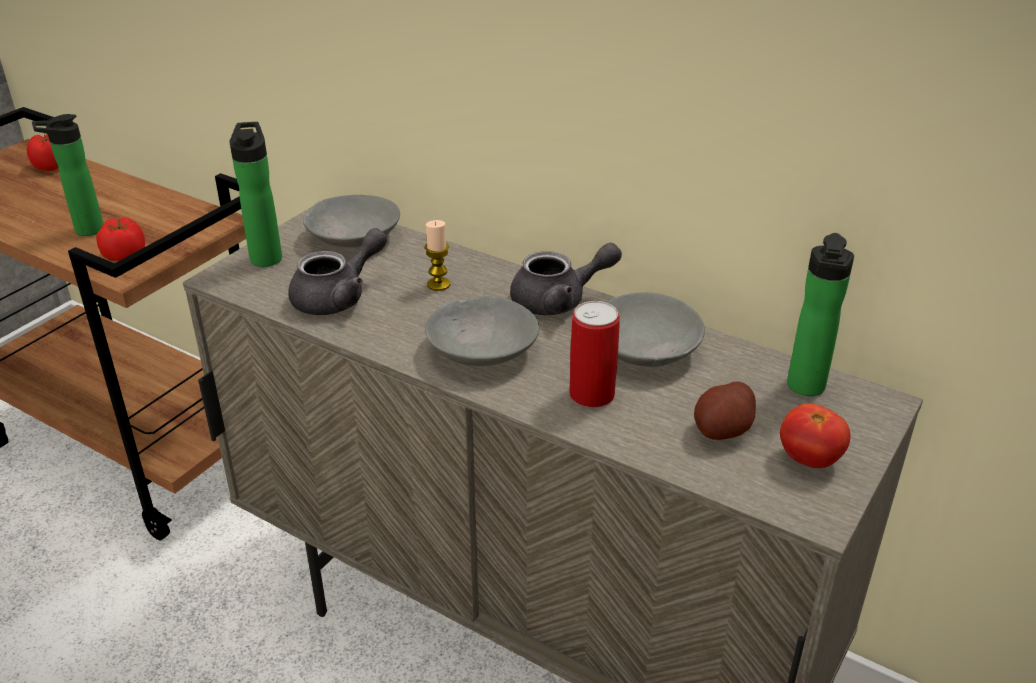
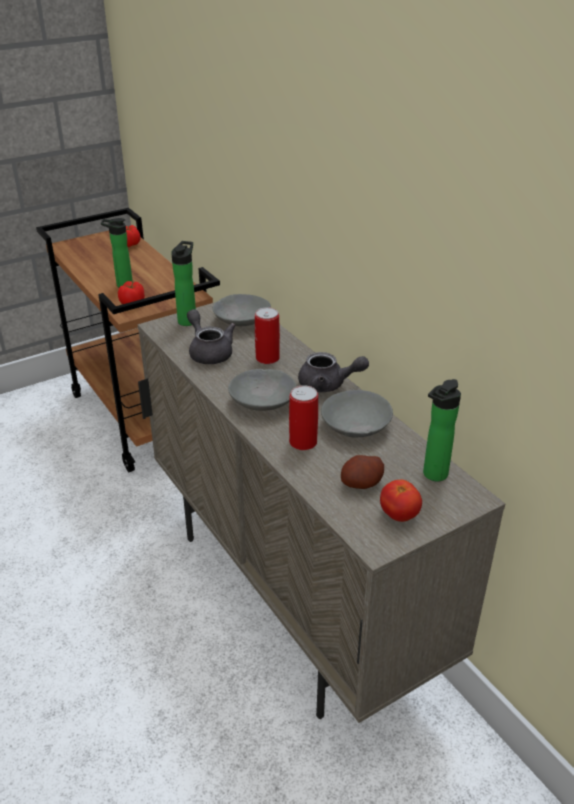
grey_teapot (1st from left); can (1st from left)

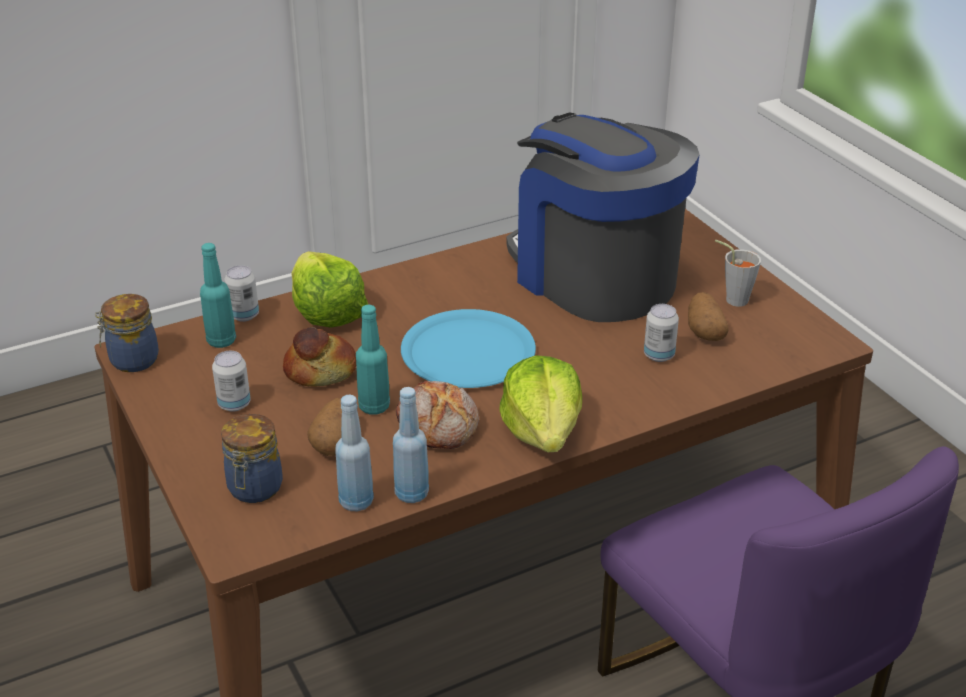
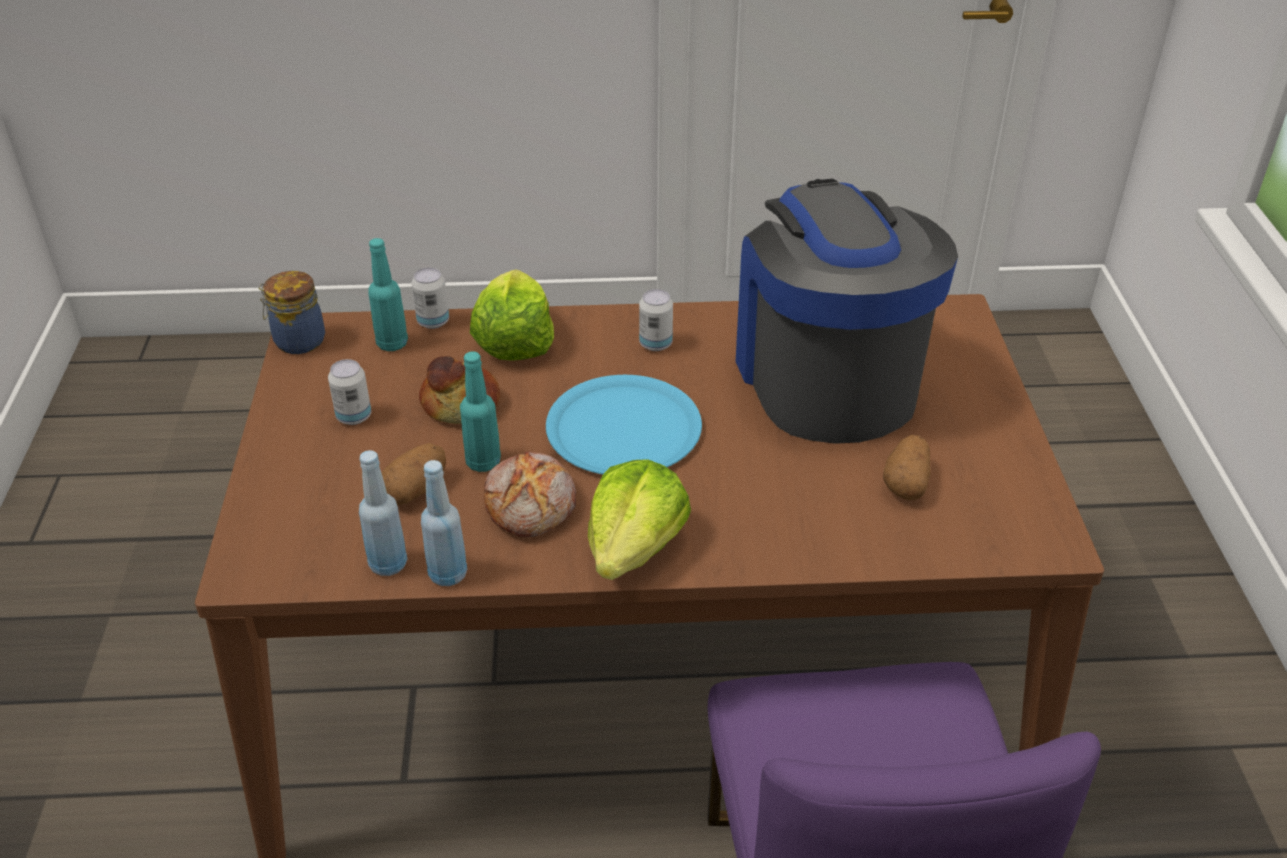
jar (2nd from left in the first image); can (3rd from left); grey_cup

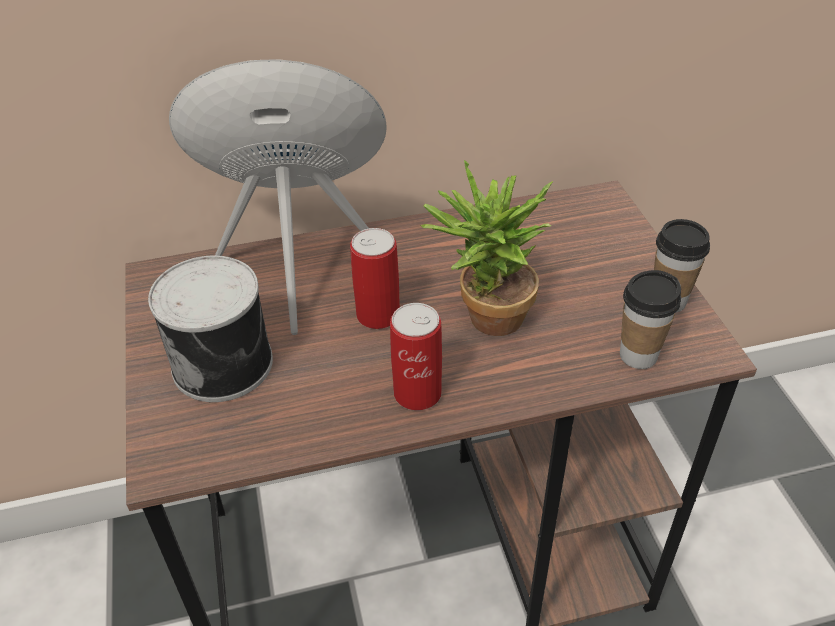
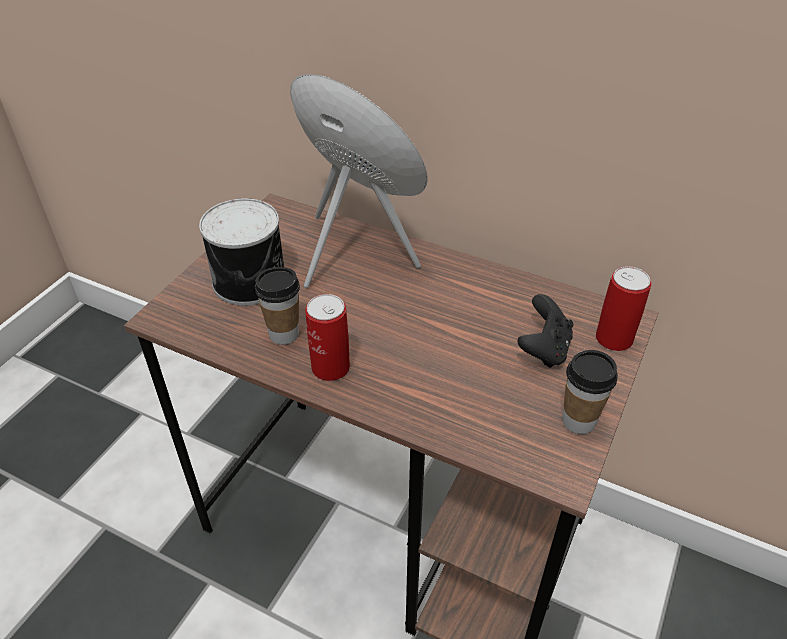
can (3rd from left); potted_plant; cup (1st from left); black_game_controller

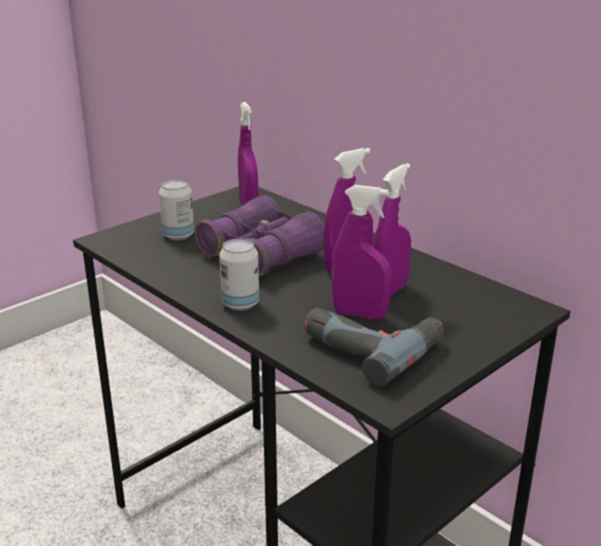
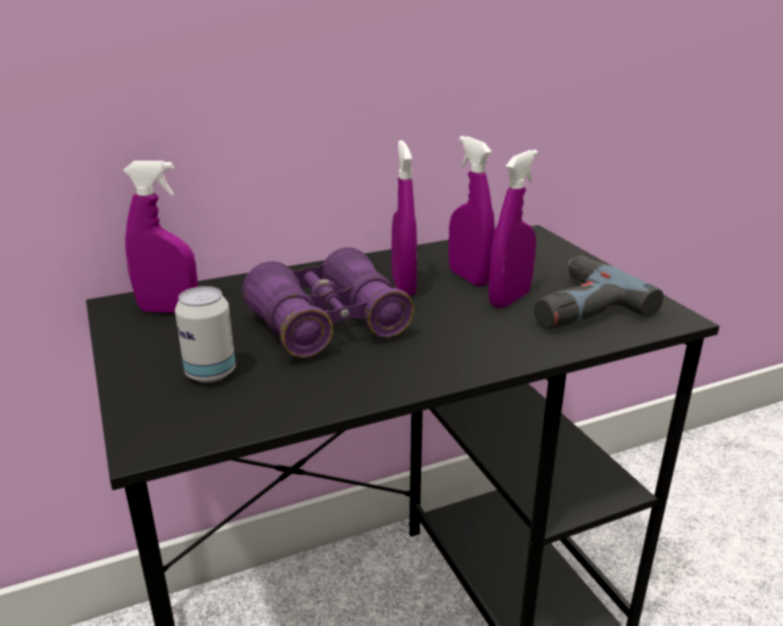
can (2nd from left in the first image)

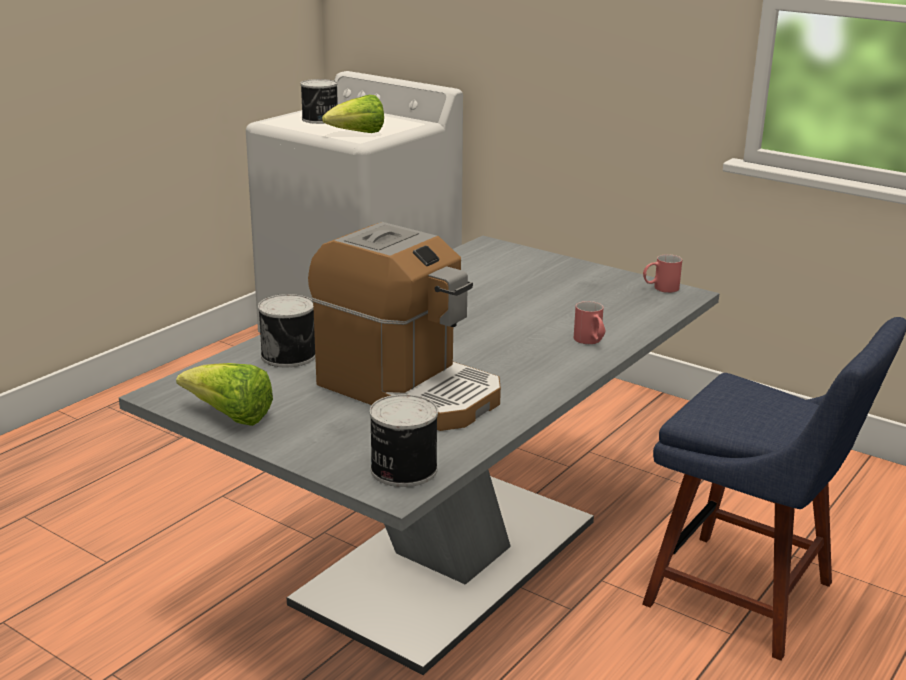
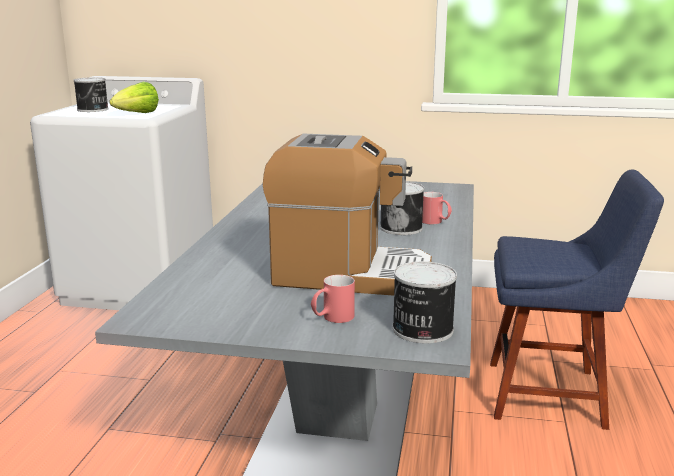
lettuce (1st from left in the first image); can (2nd from left); red_mug (1st from left)

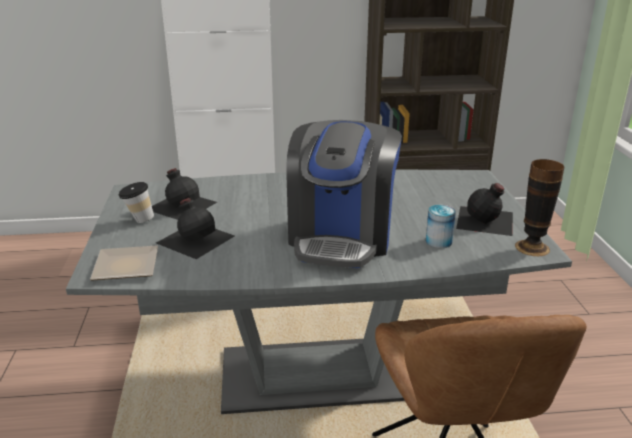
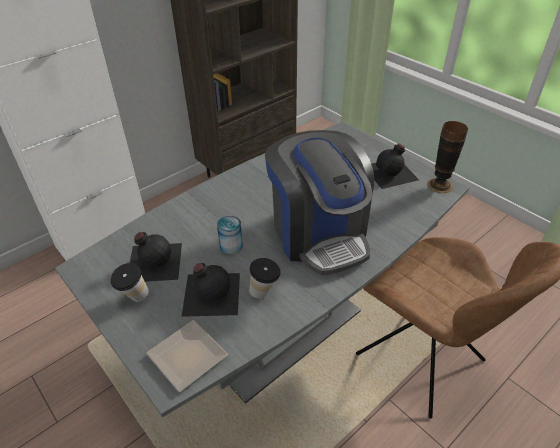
can; cup (2nd from left)

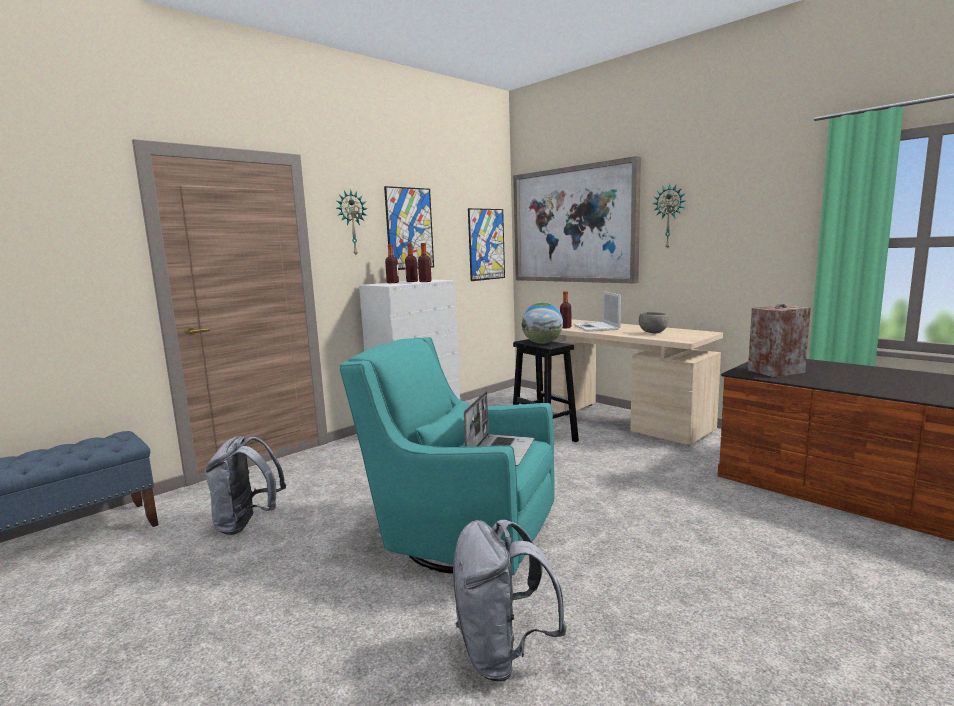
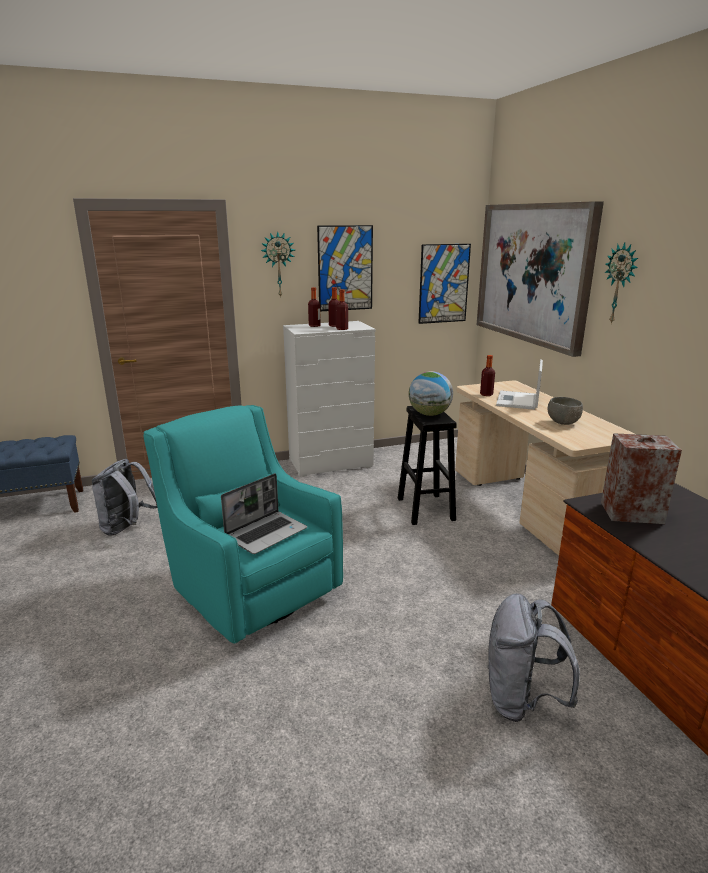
grey_backpack (2nd from left)

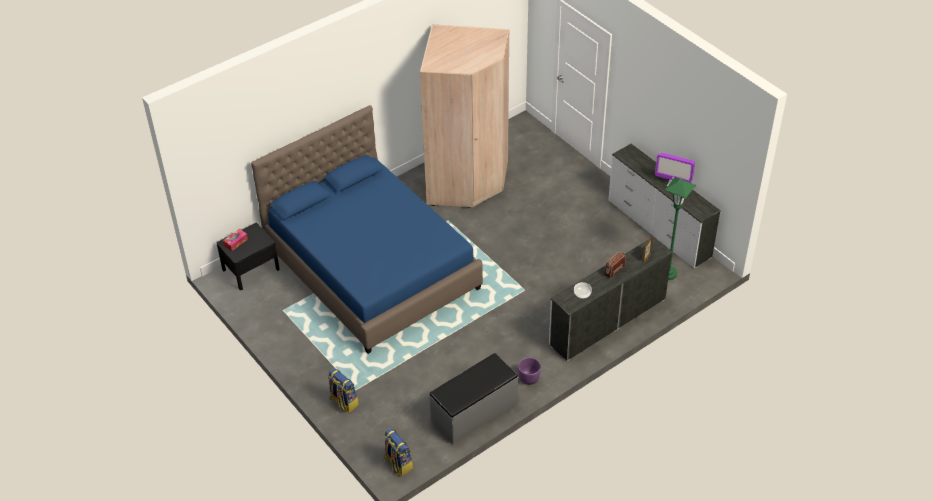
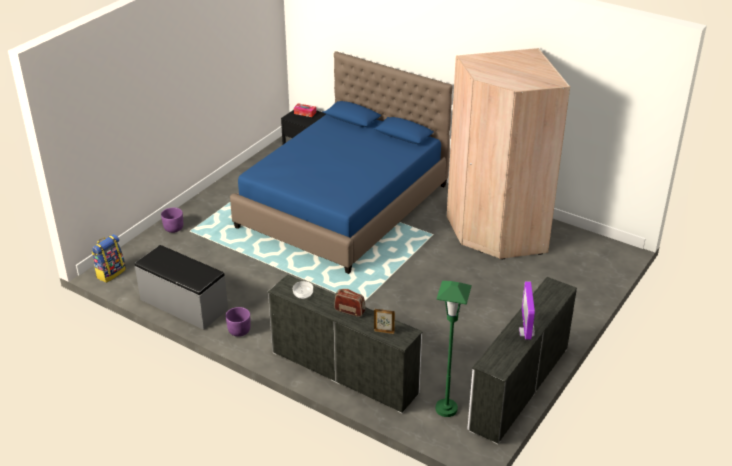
purple_planter (1st from left)

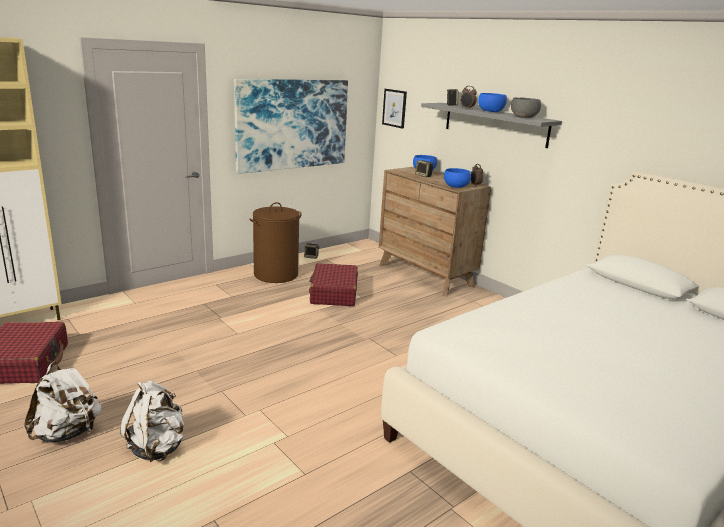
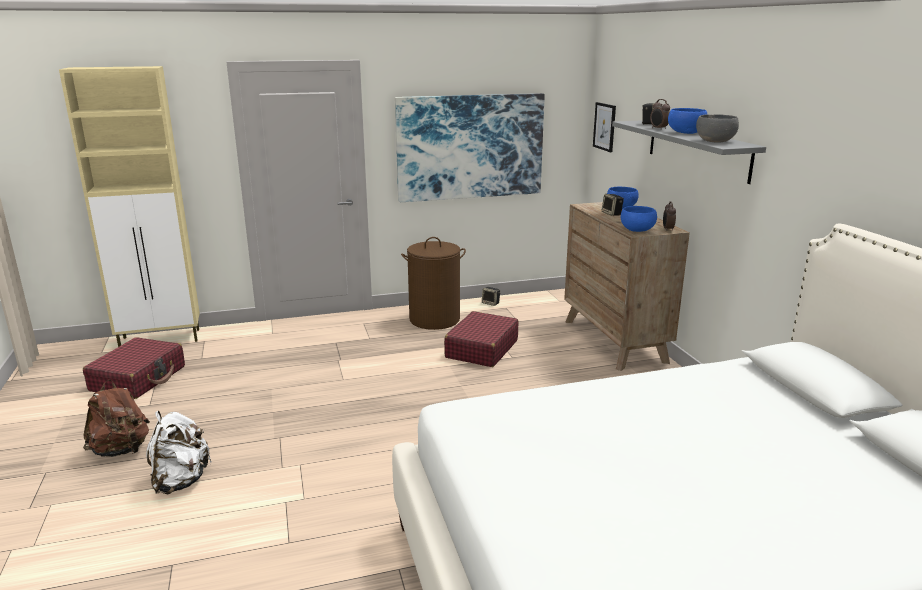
brown_backpack

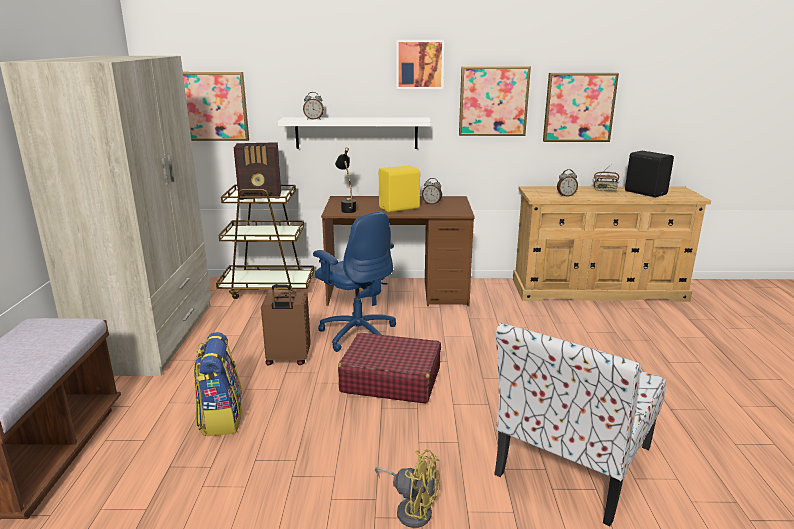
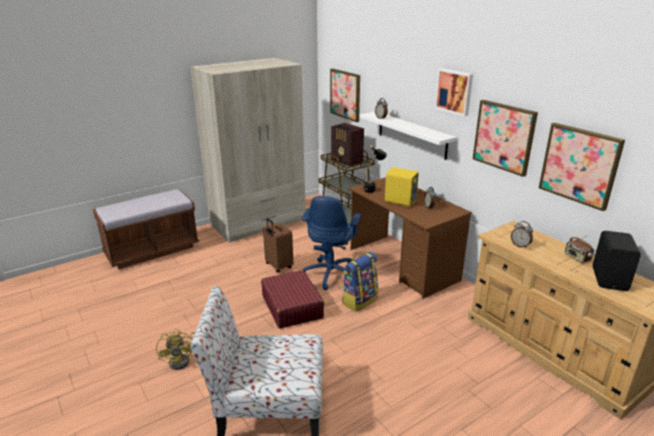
backpack

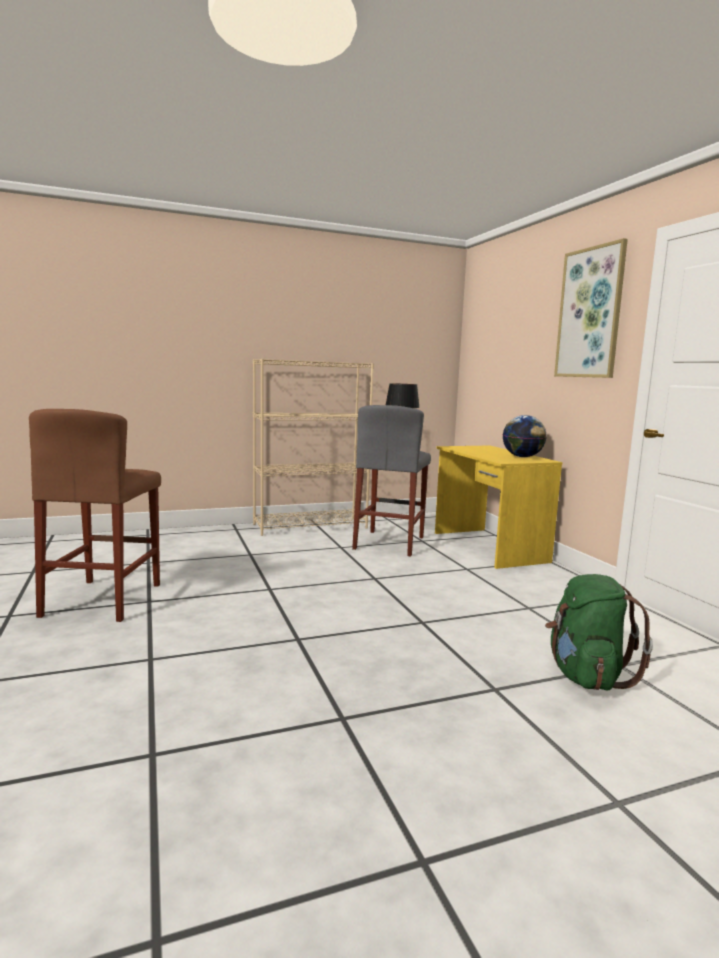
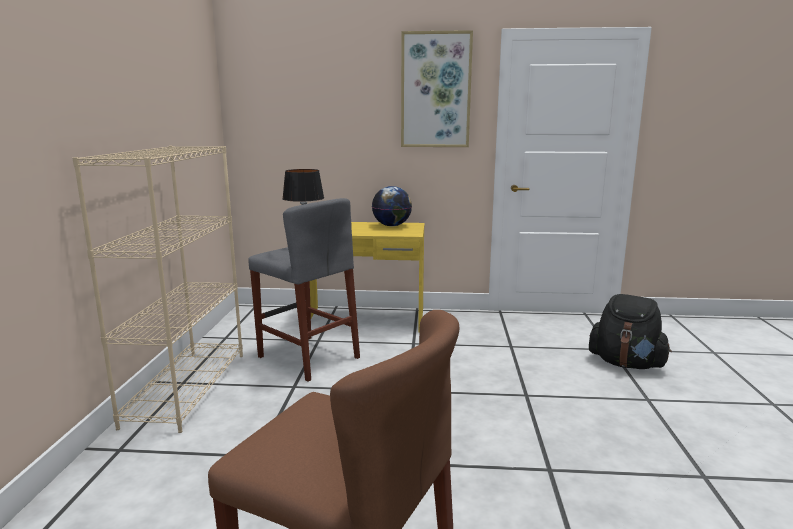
black_backpack

